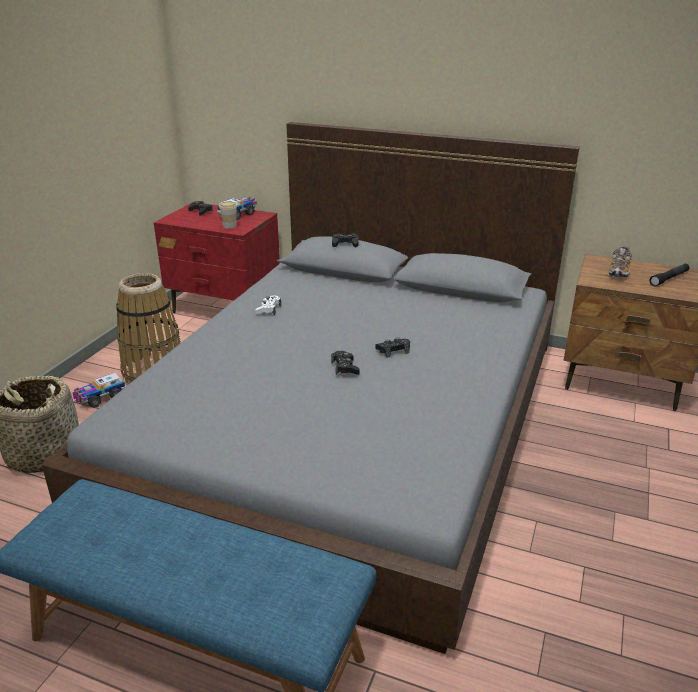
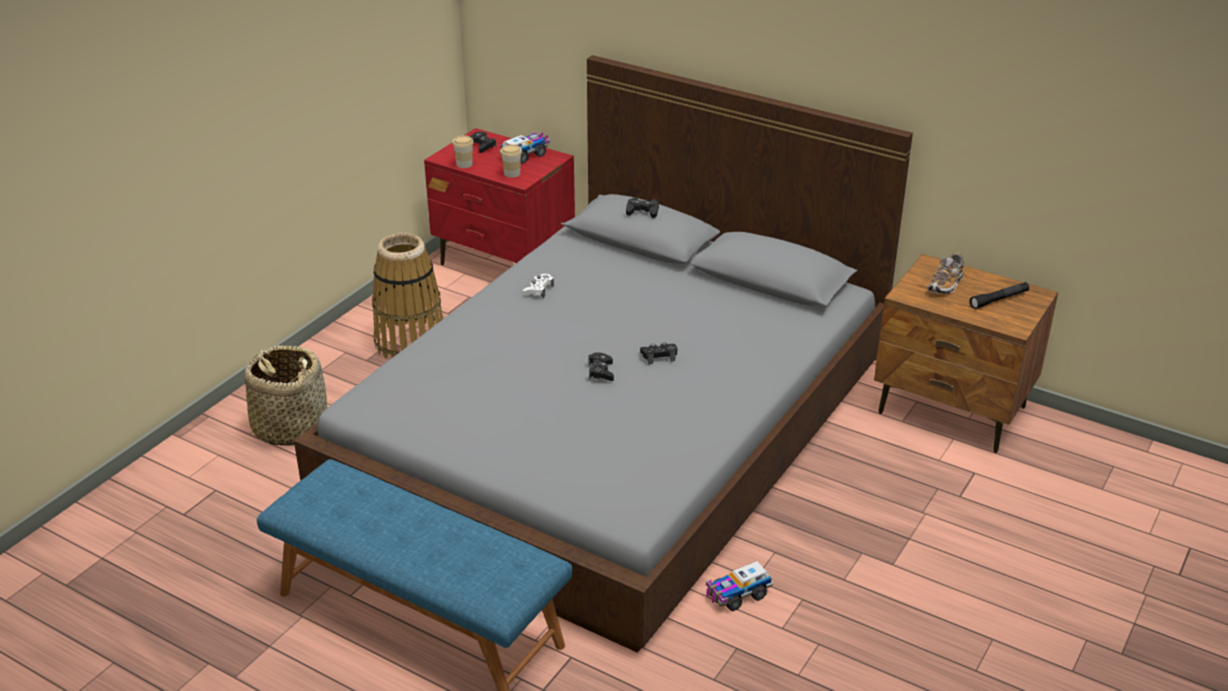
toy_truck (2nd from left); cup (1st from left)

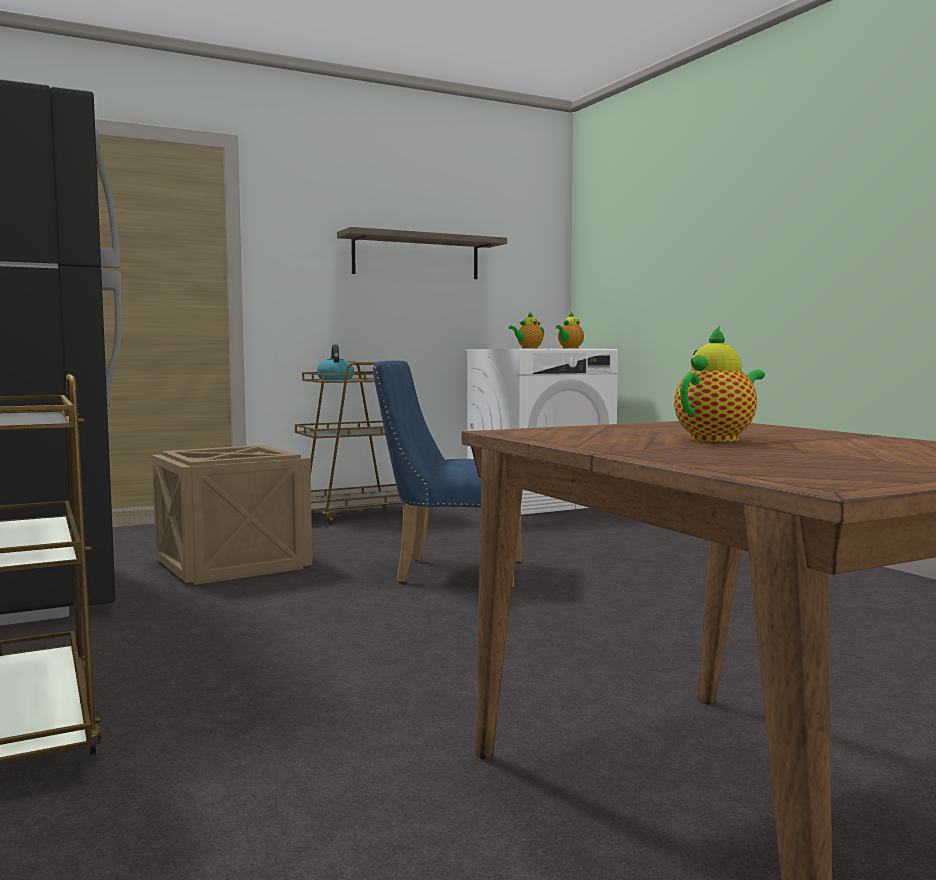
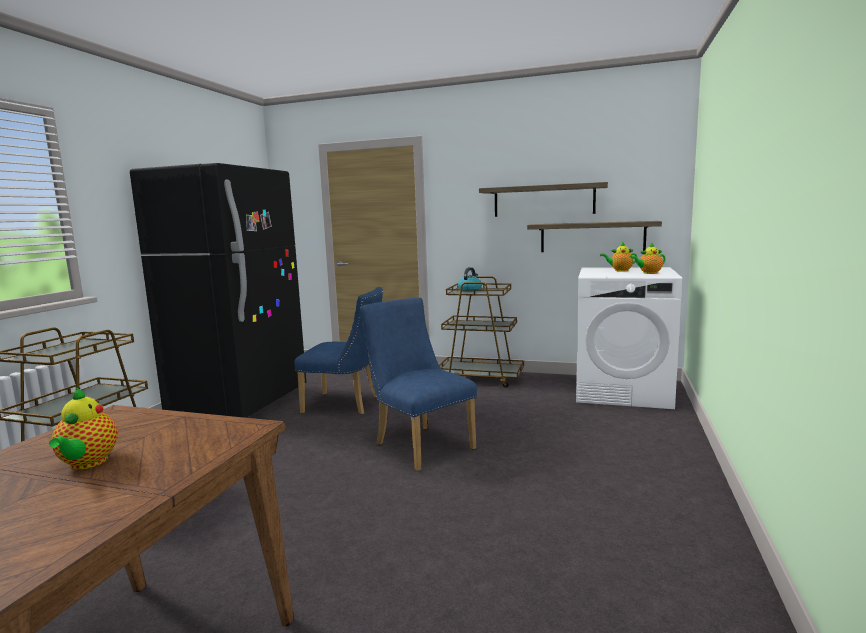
blue_chair (1st from left); teapot (1st from left); shelf (2nd from left)

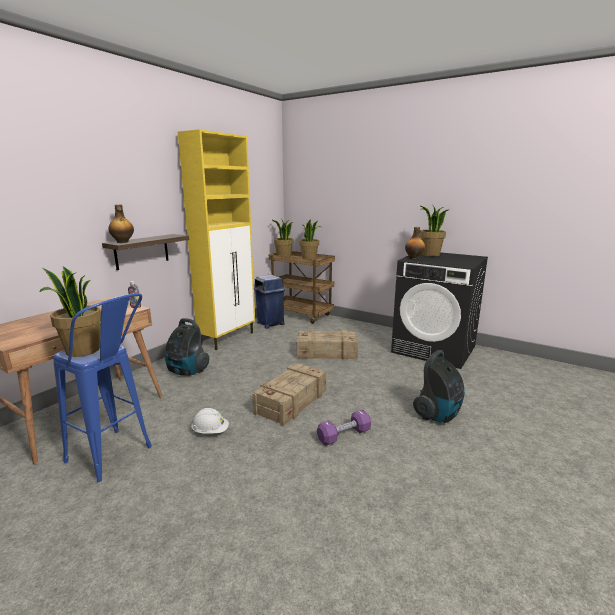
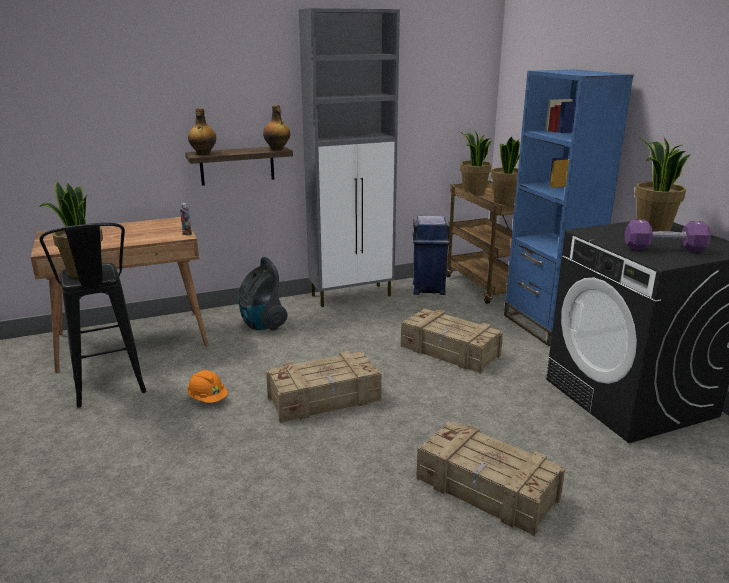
black_stool; grey_cabinet; orange_hard_hat; purple_dumbbell; bottle (3rd from left); crate (3rd from left); blue_bookcase

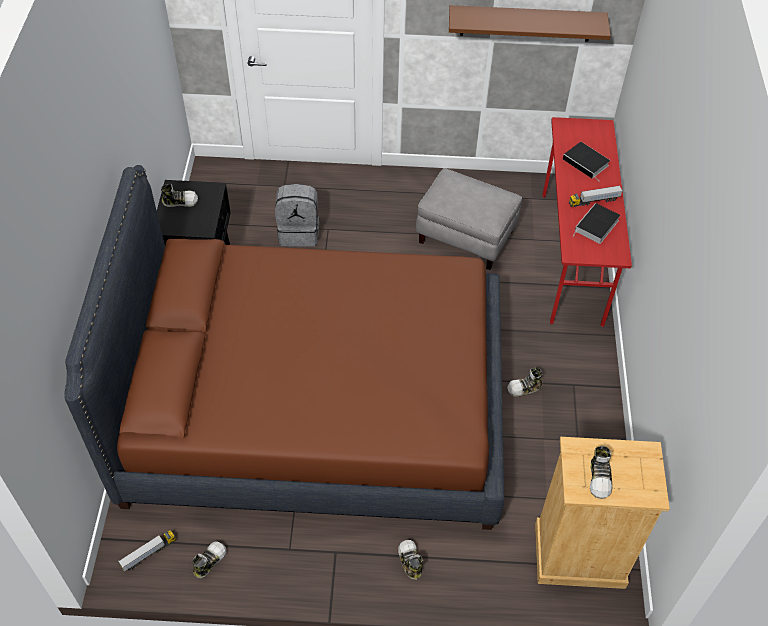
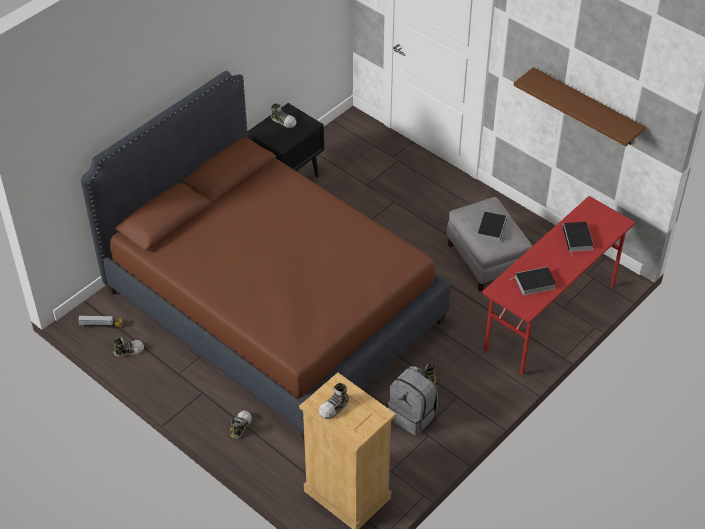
grey_backpack; toy_truck (2nd from left in the first image); book (1st from left)

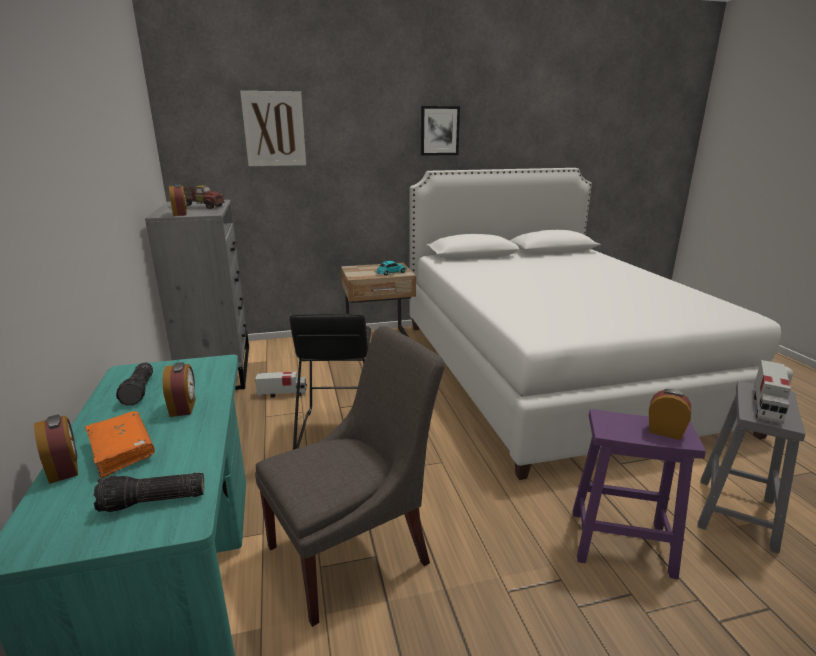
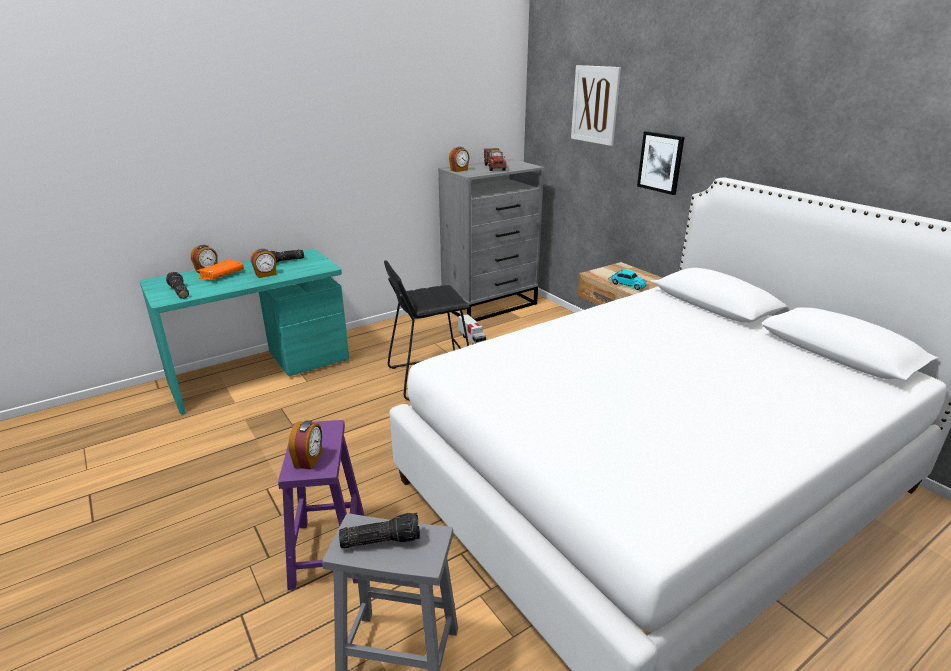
grey_chair; picture (2nd from left); flashlight (3rd from left)

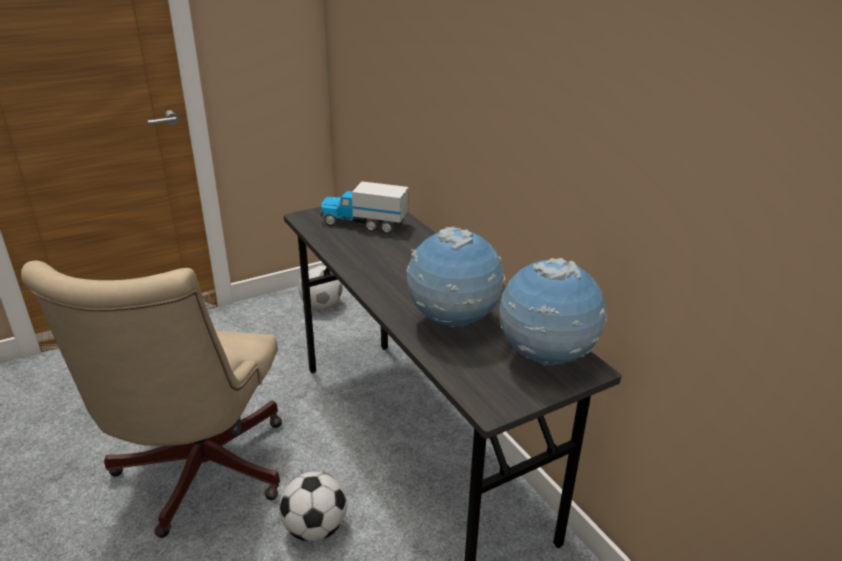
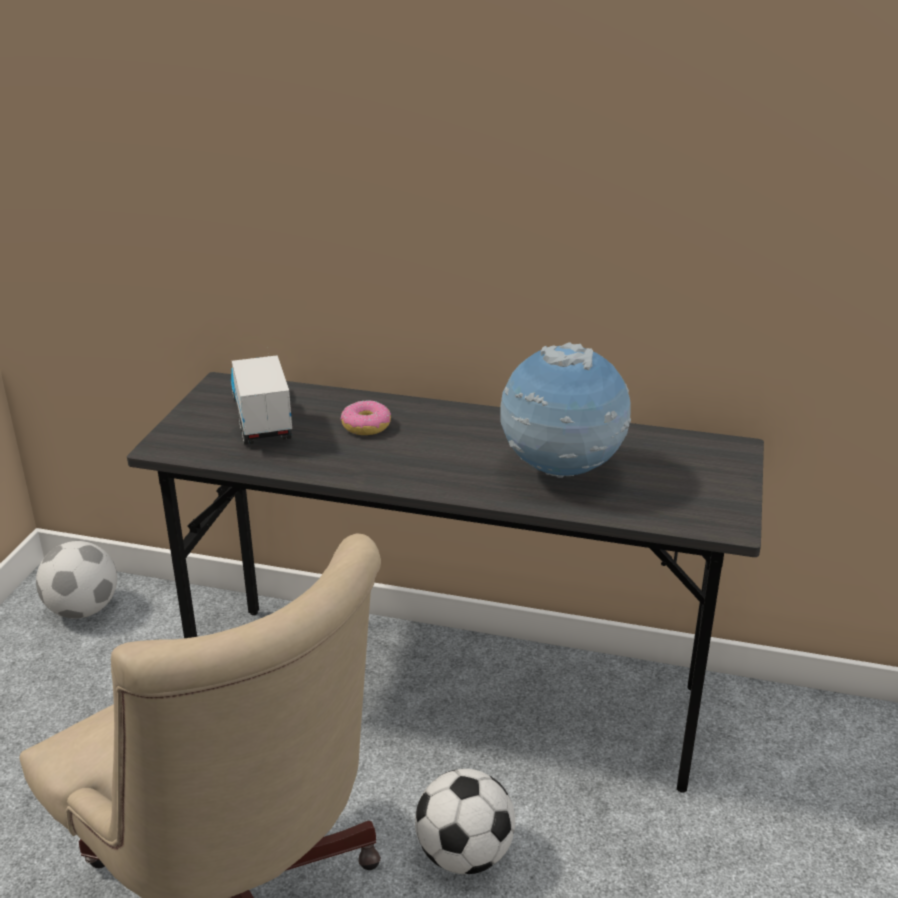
toy_truck; globe (2nd from left in the first image); donut

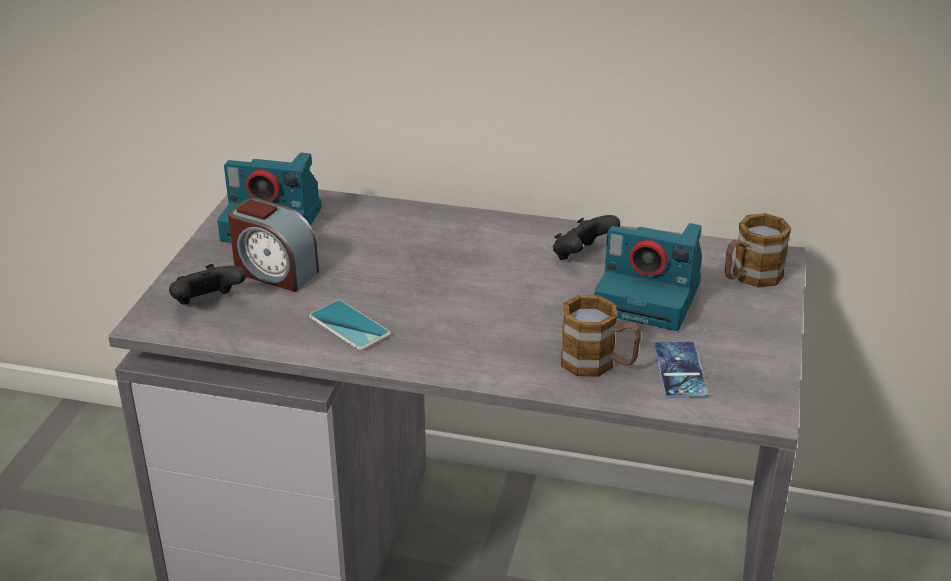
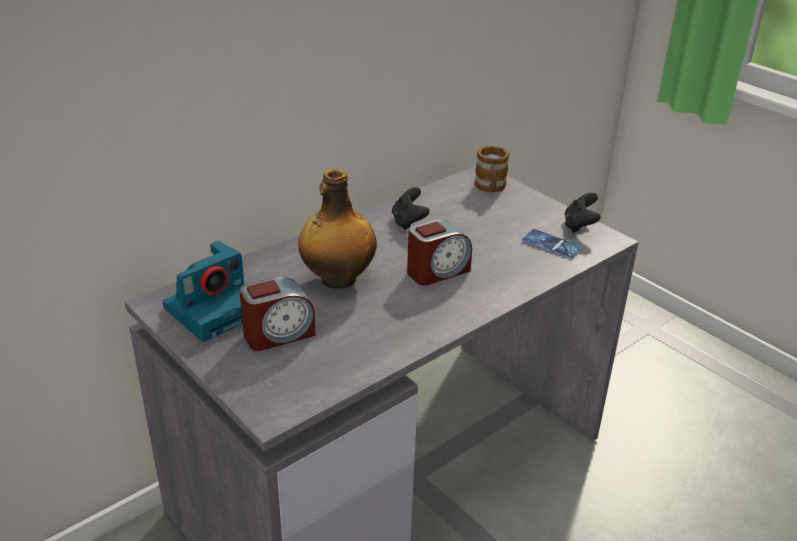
black_game_controller (2nd from left); phone (1st from left in the first image); mug (1st from left in the first image); photo_camera (2nd from left in the first image); bottle; alarm_clock (2nd from left)

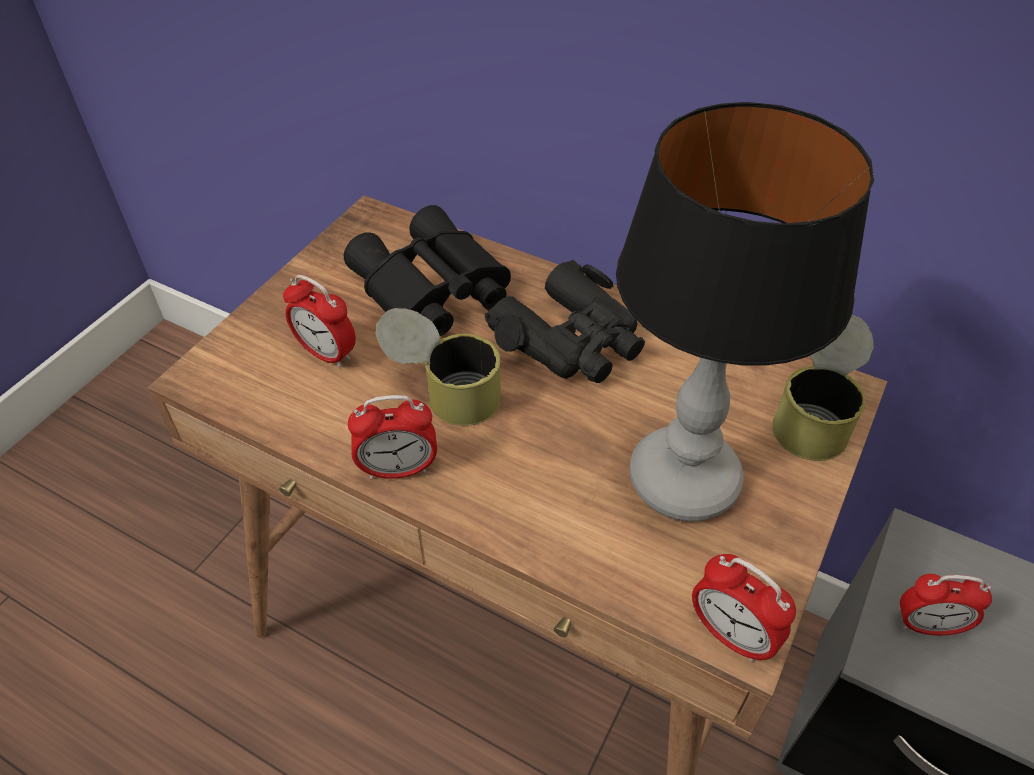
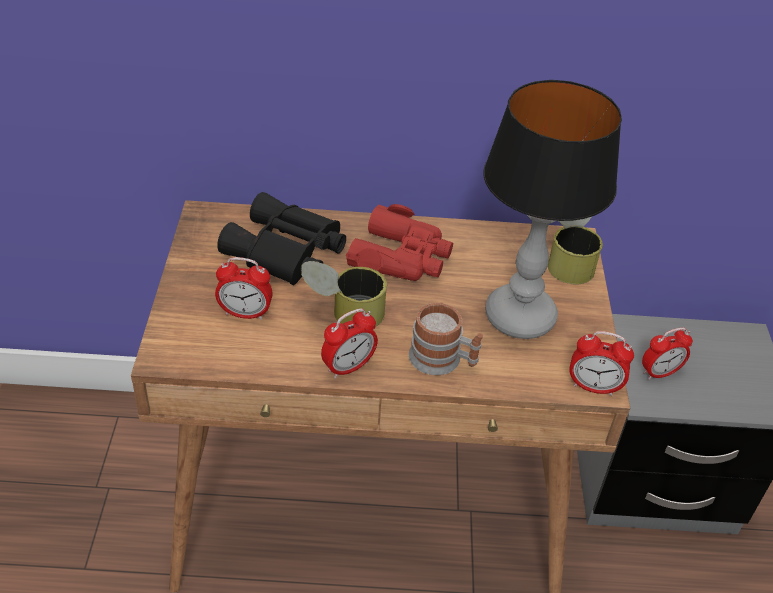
red_binoculars; mug

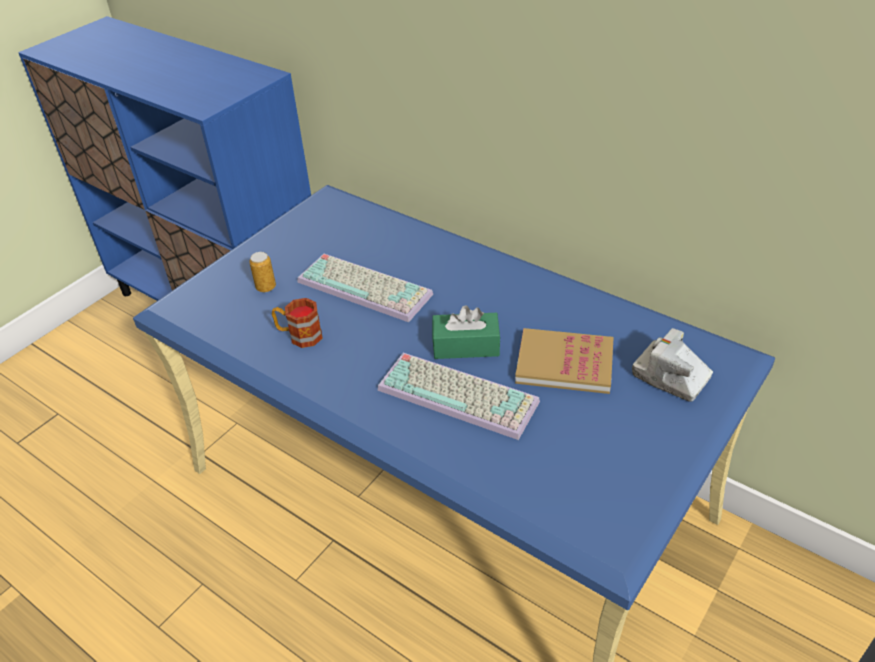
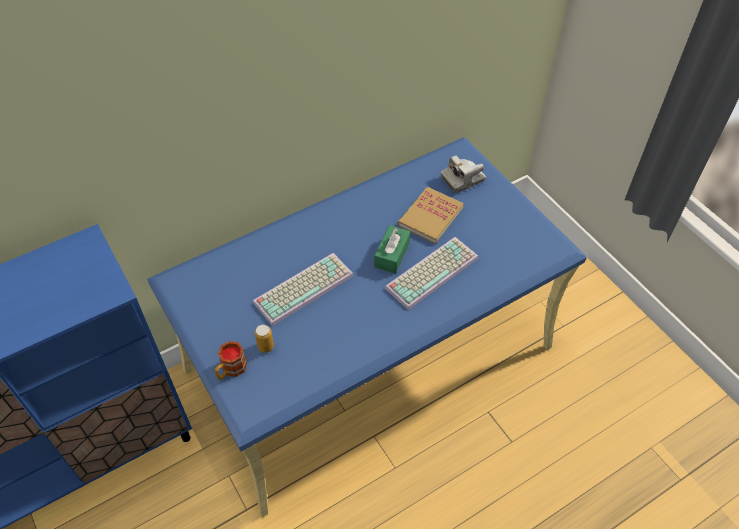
mug

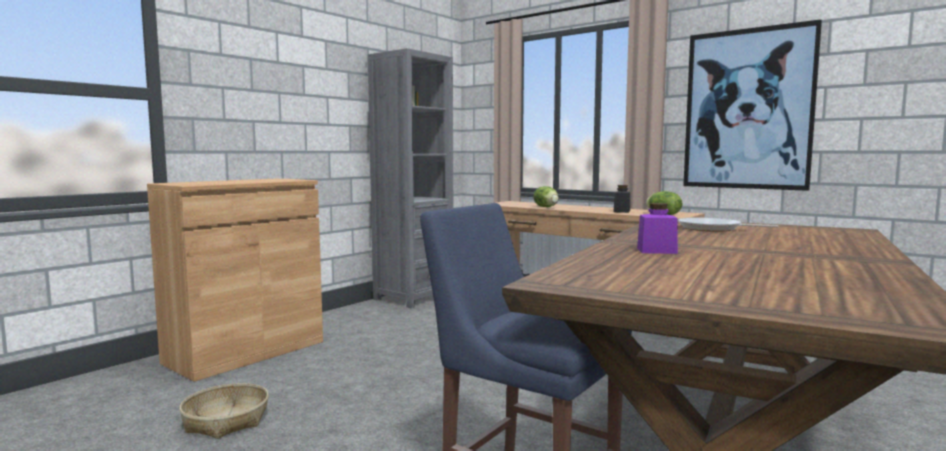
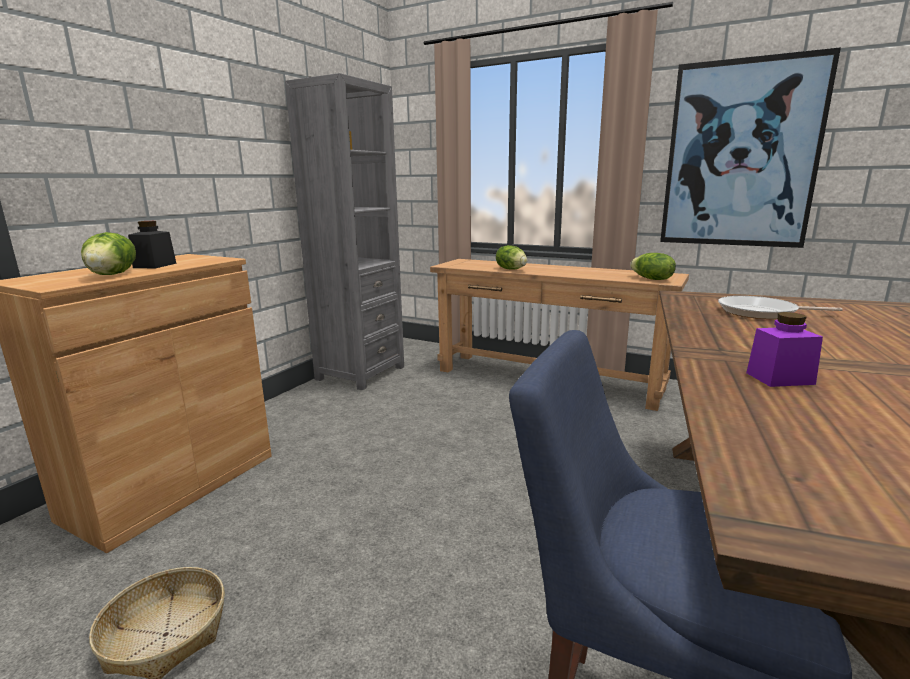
black_jar; lettuce (1st from left)

